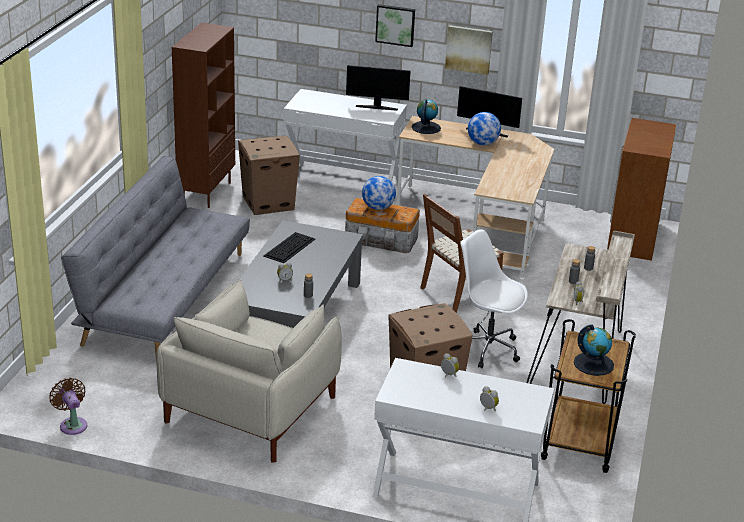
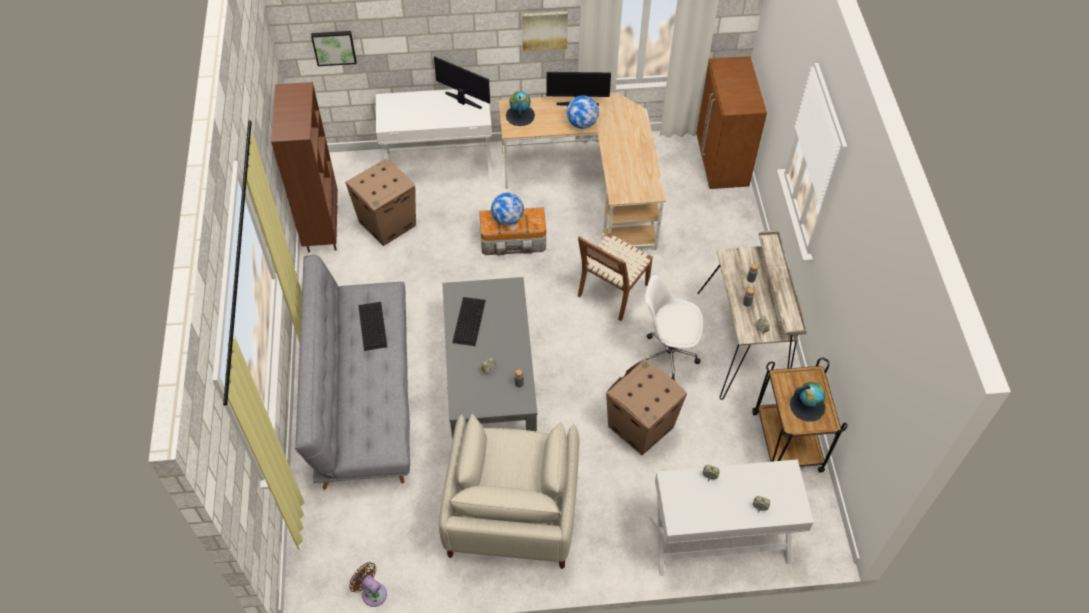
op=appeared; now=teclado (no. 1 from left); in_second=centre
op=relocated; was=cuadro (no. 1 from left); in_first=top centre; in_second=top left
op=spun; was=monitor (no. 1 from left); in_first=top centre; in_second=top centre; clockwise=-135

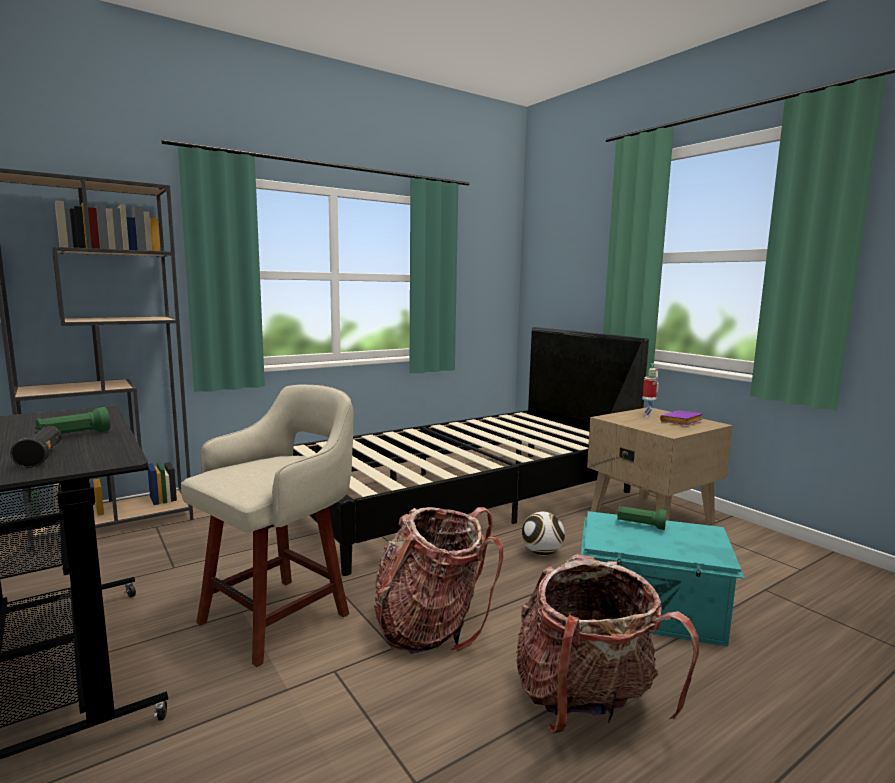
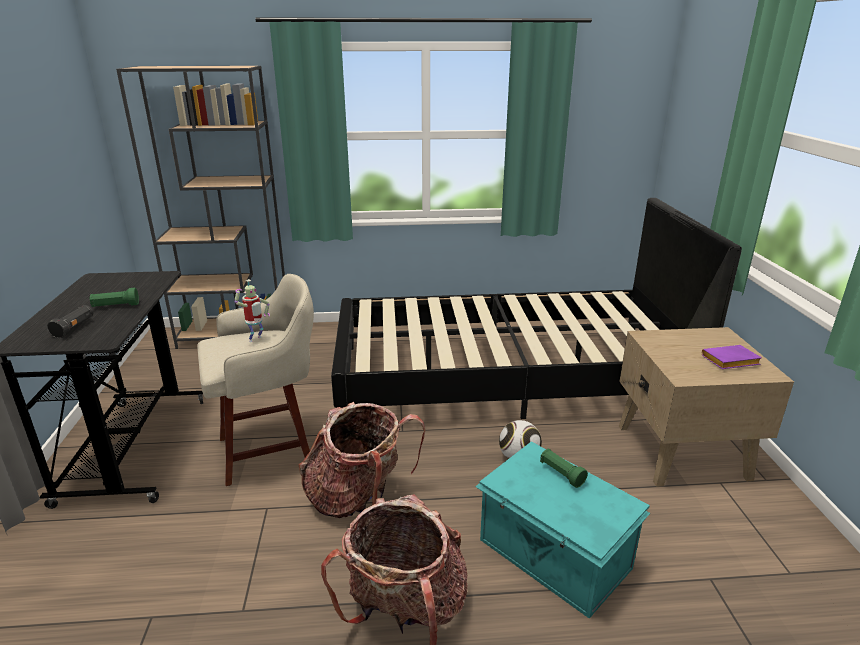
op=relocated; was=robot de juguete; in_first=middle right; in_second=middle left

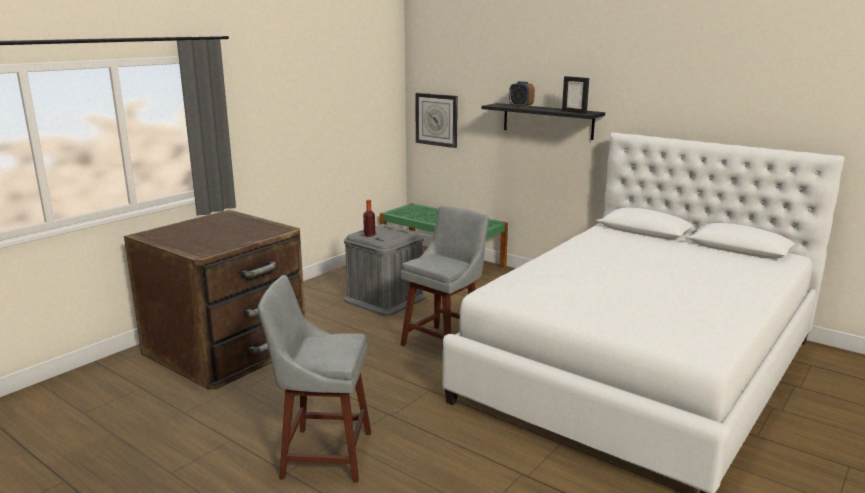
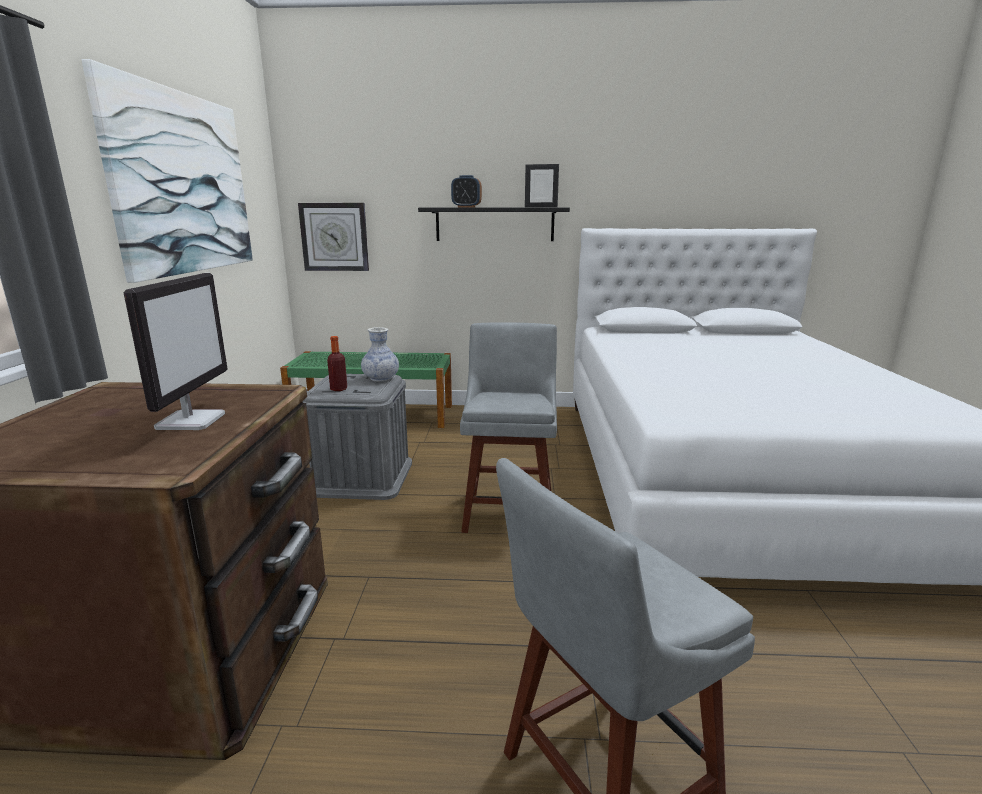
op=appeared; now=cuadro; in_second=top left
op=appeared; now=monitor; in_second=middle left
op=appeared; now=florero; in_second=centre

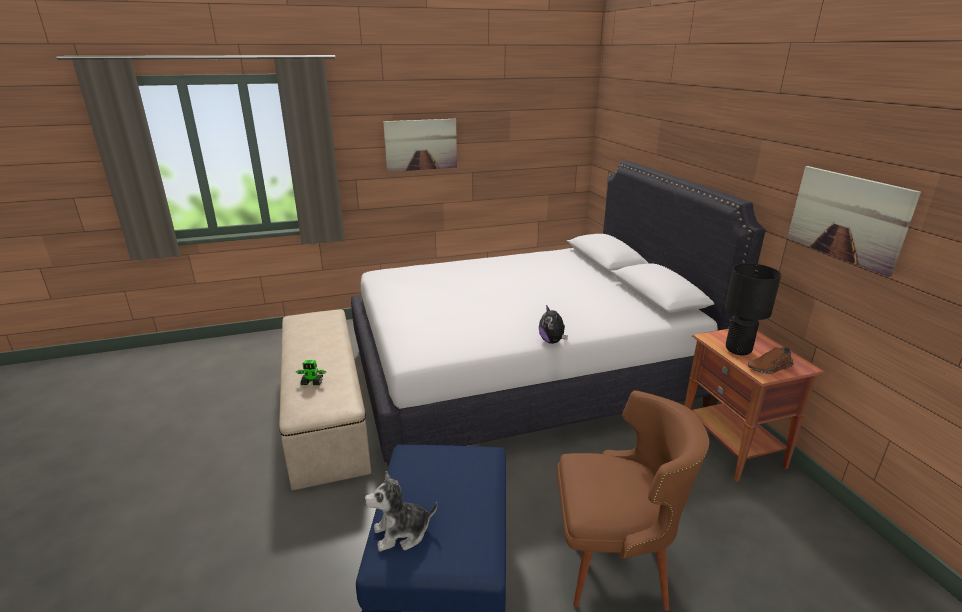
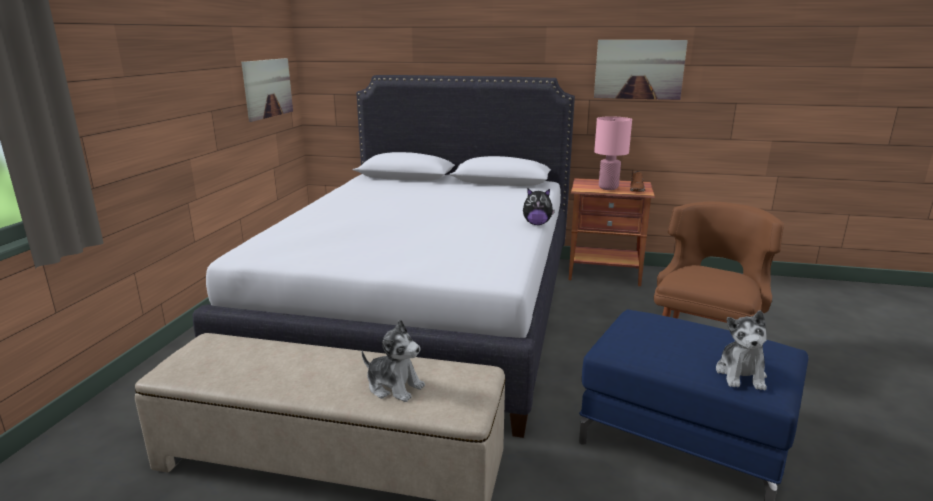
op=relocated; was=cuadro (no. 1 from left); in_first=top centre; in_second=top left
op=exchanged; was=robot de juguete; now=peluche (no. 1 from left); in_first=middle left; in_second=bottom centre
op=colour; was=lámpara de mesa/negro; now=lámpara de mesa/rosa; in_first=middle right; in_second=top centre

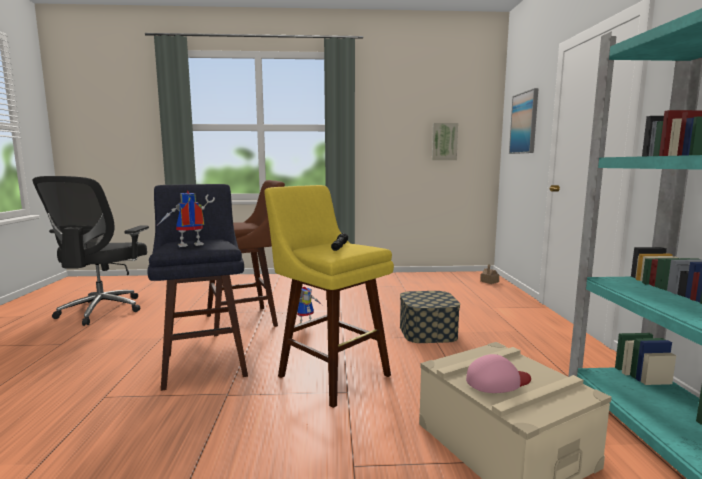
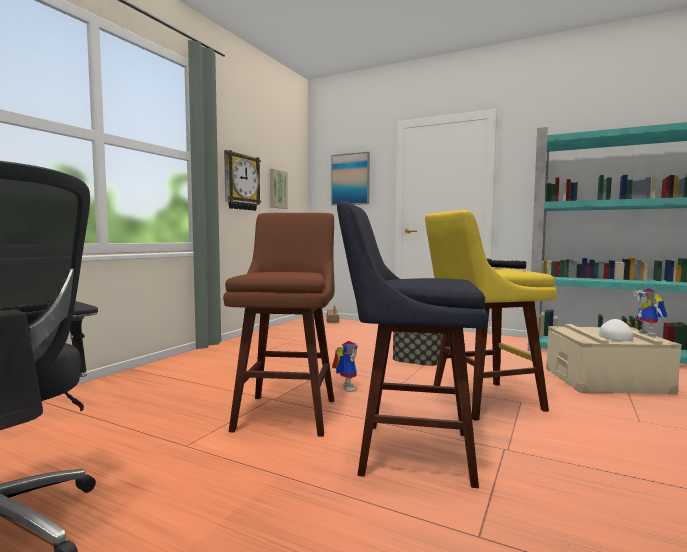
op=appeared; now=reloj de pared; in_second=top centre
op=relocated; was=robot de juguete (no. 1 from left in the first image); now=robot de juguete (no. 2 from left); in_first=middle left; in_second=middle right
op=colour; was=gorra/rosa; now=gorra/blanco; in_first=bottom right; in_second=middle right

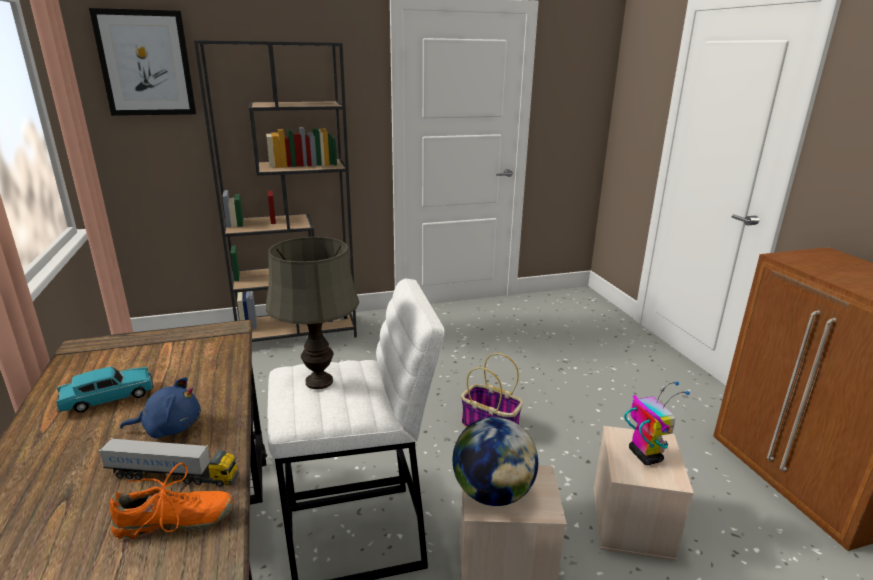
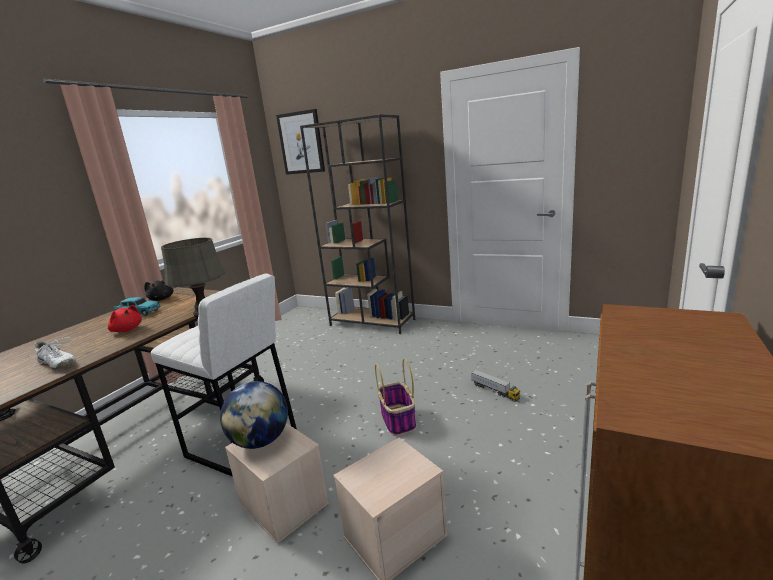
op=missing; was=robot de juguete; in_first=bottom right
op=appeared; now=peluche/negro; in_second=middle left
op=relocated; was=camión de juguete; in_first=bottom left; in_second=centre
op=colour; was=zapato/naranja; now=zapato/blanco; in_first=bottom left; in_second=middle left
op=colour; was=peluche/azul; now=peluche/rojo; in_first=bottom left; in_second=middle left

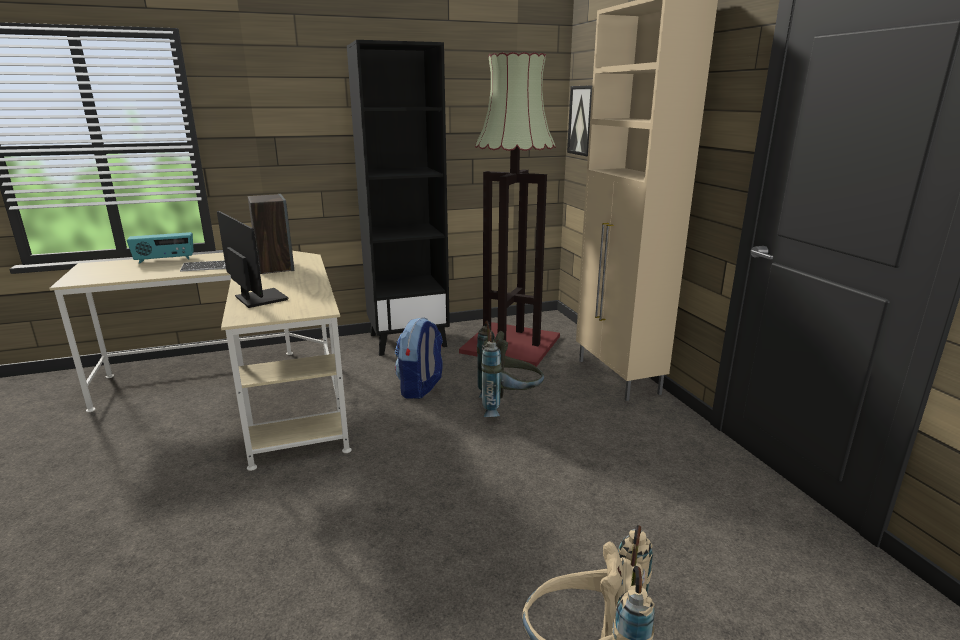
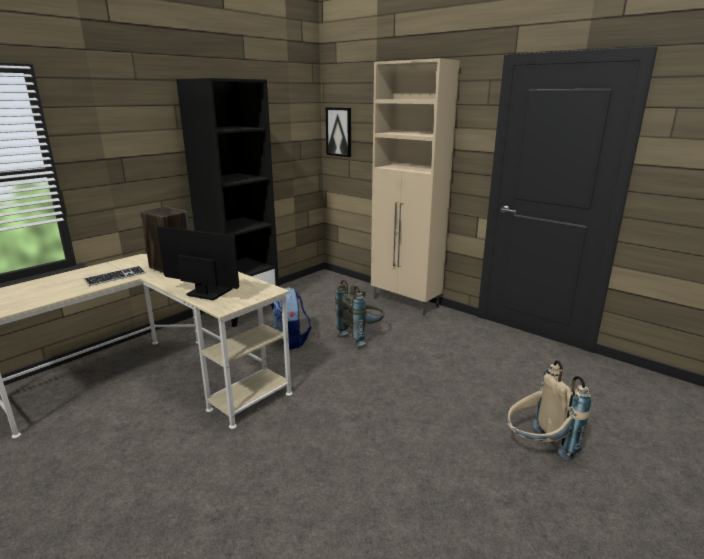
op=missing; was=radio; in_first=middle left
op=missing; was=lámpara de pie; in_first=top centre

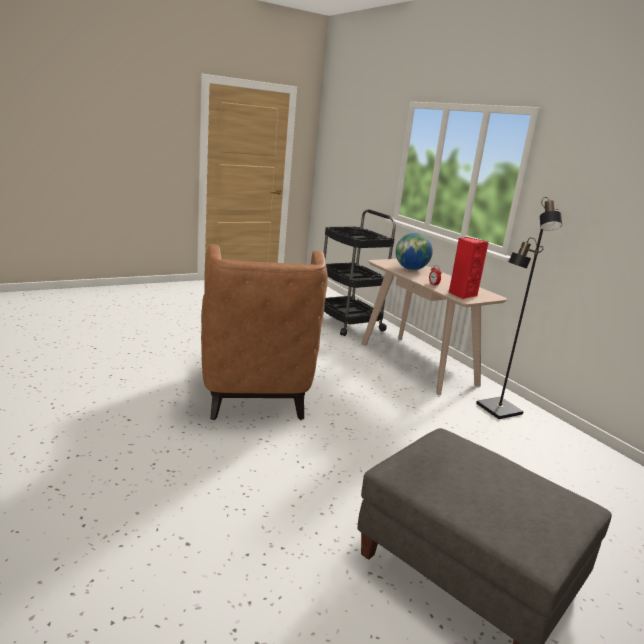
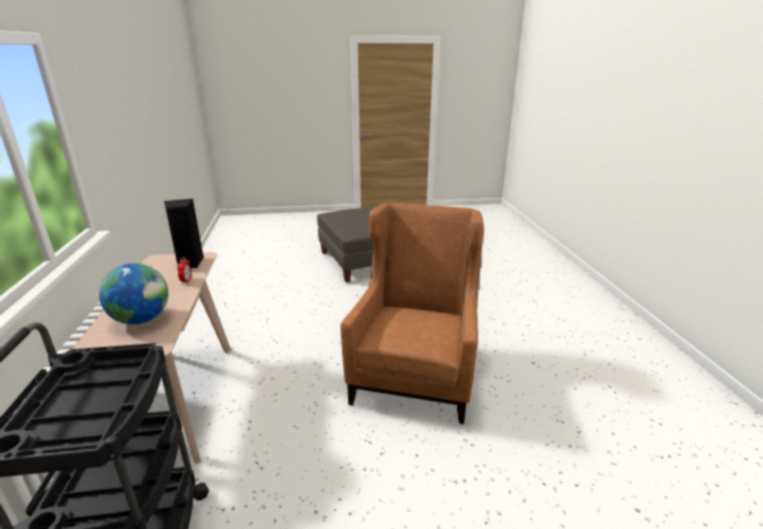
op=missing; was=lámpara de pie/negro; in_first=middle right
op=colour; was=altavoz/rojo; now=altavoz/negro; in_first=middle right; in_second=middle left

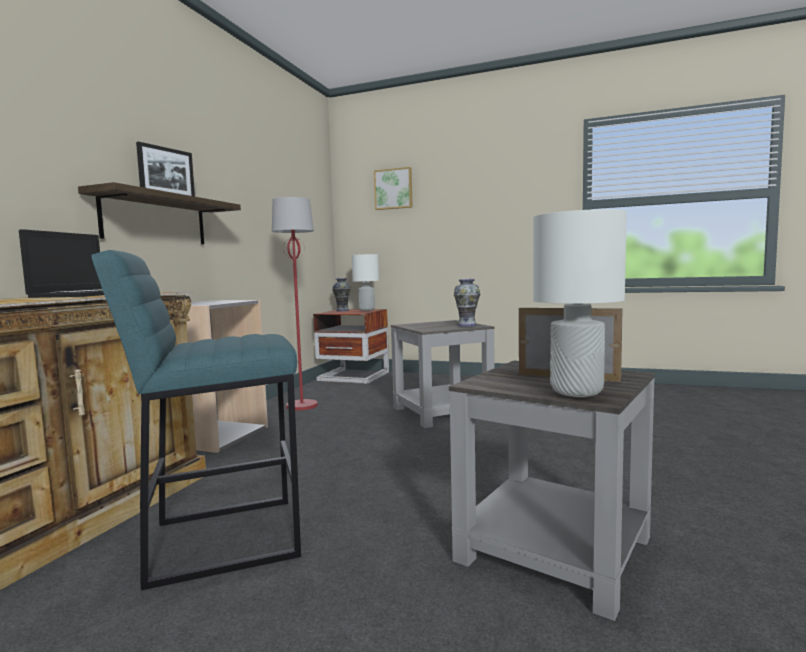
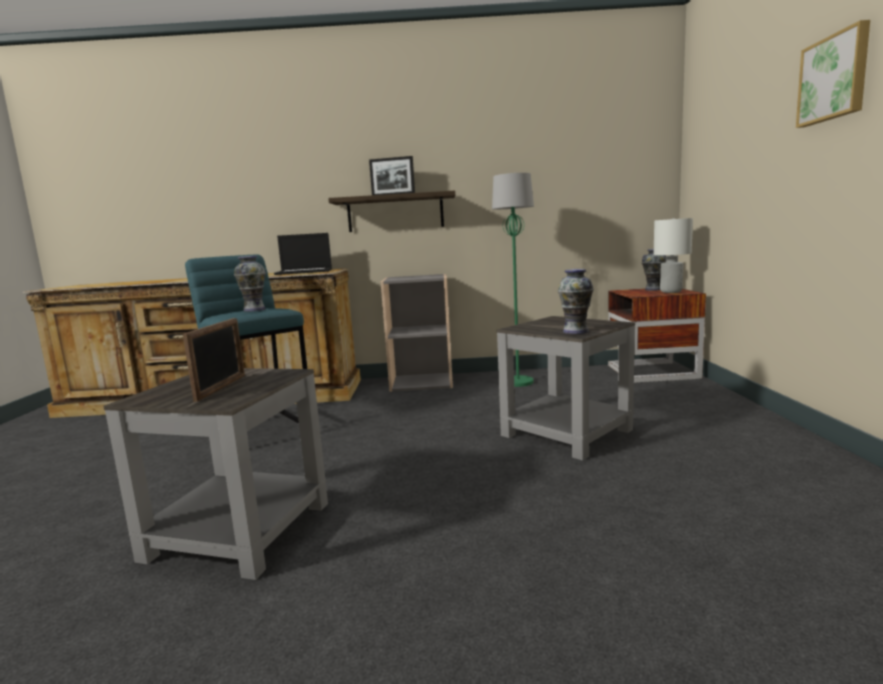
op=missing; was=lámpara de mesa/blanco (no. 2 from left); in_first=middle right
op=appeared; now=florero (no. 1 from left); in_second=middle left
op=relocated; was=cuadro; in_first=top centre; in_second=top right
op=colour; was=lámpara de pie/rojo; now=lámpara de pie/verde; in_first=centre; in_second=centre

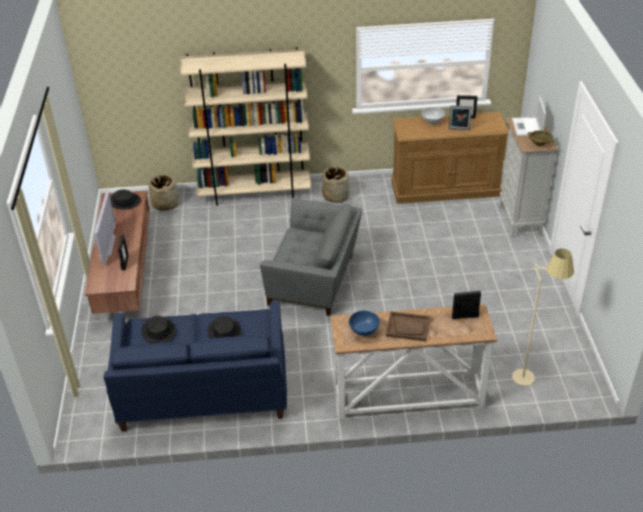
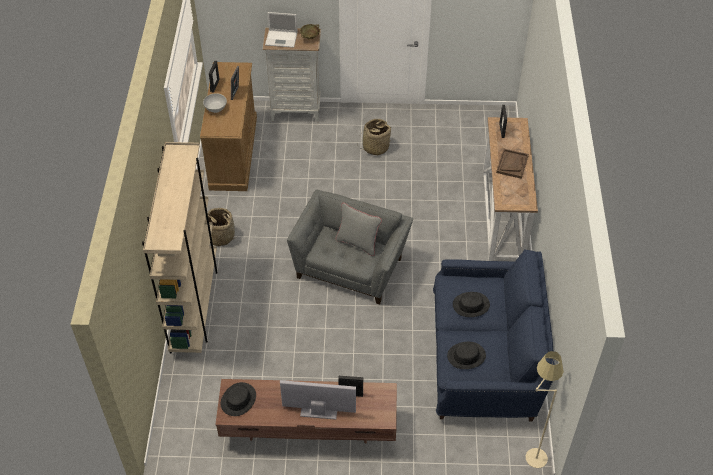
op=missing; was=cuenco/azul; in_first=centre
op=appeared; now=cojín/gris; in_second=centre
op=relocated; was=cesta (no. 1 from left in the first image); now=cesta (no. 2 from left); in_first=middle left; in_second=top centre
op=relocated; was=lámpara de pie/beis; in_first=middle right; in_second=bottom right

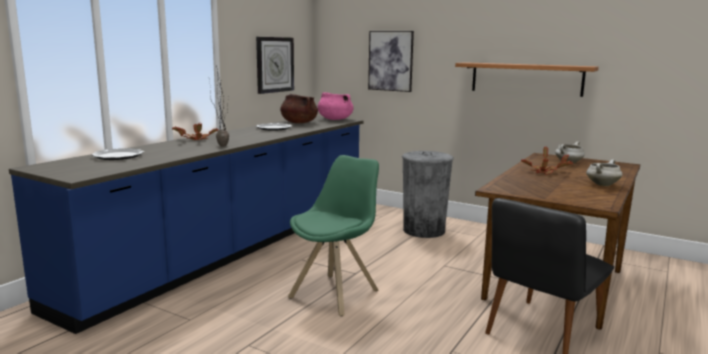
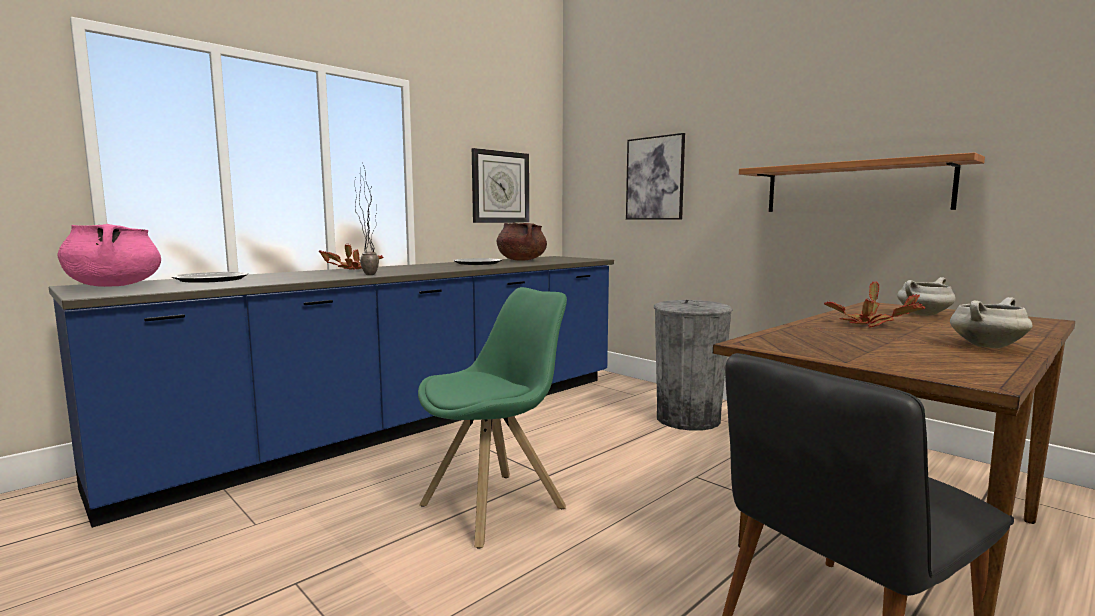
op=relocated; was=olla/rosa; in_first=top centre; in_second=middle left

